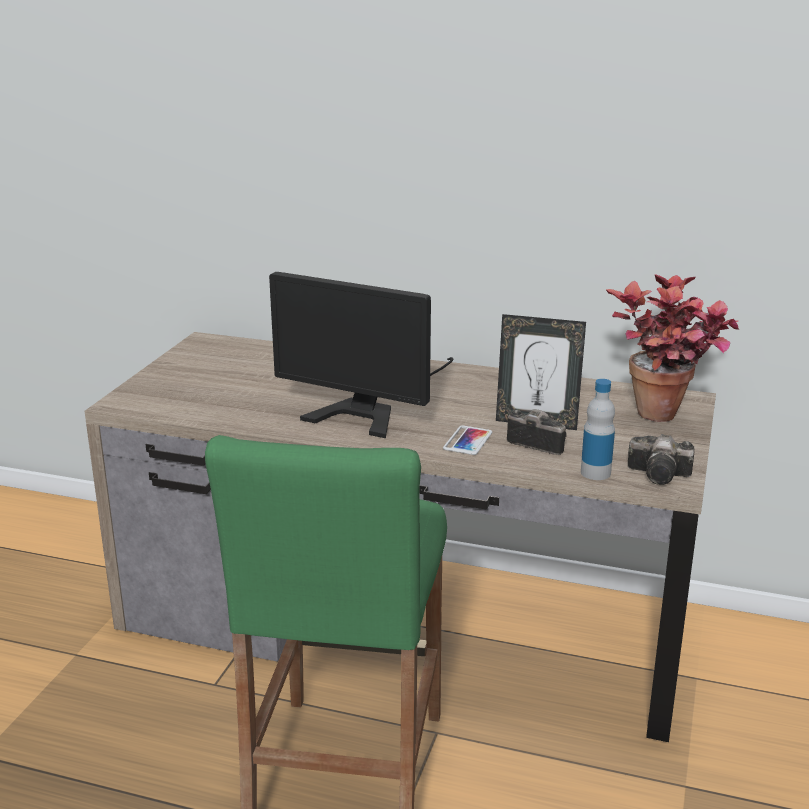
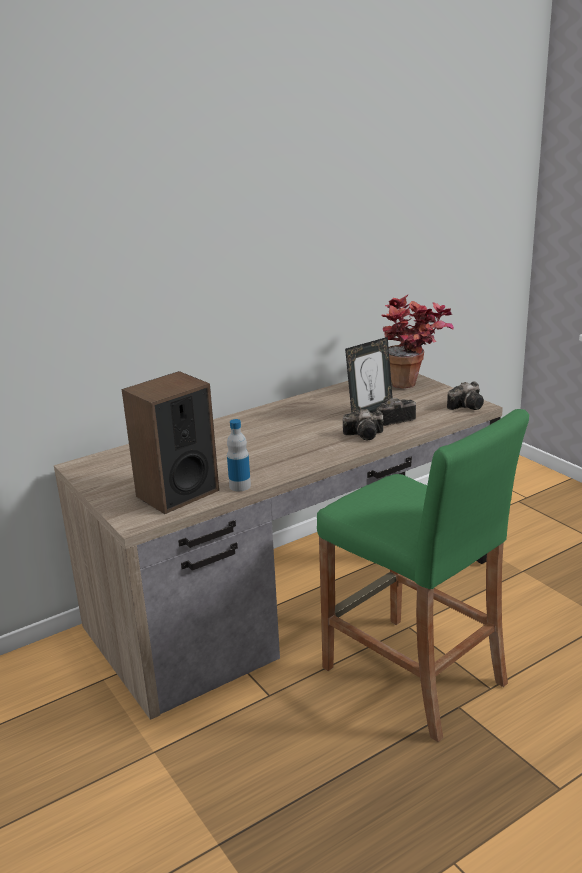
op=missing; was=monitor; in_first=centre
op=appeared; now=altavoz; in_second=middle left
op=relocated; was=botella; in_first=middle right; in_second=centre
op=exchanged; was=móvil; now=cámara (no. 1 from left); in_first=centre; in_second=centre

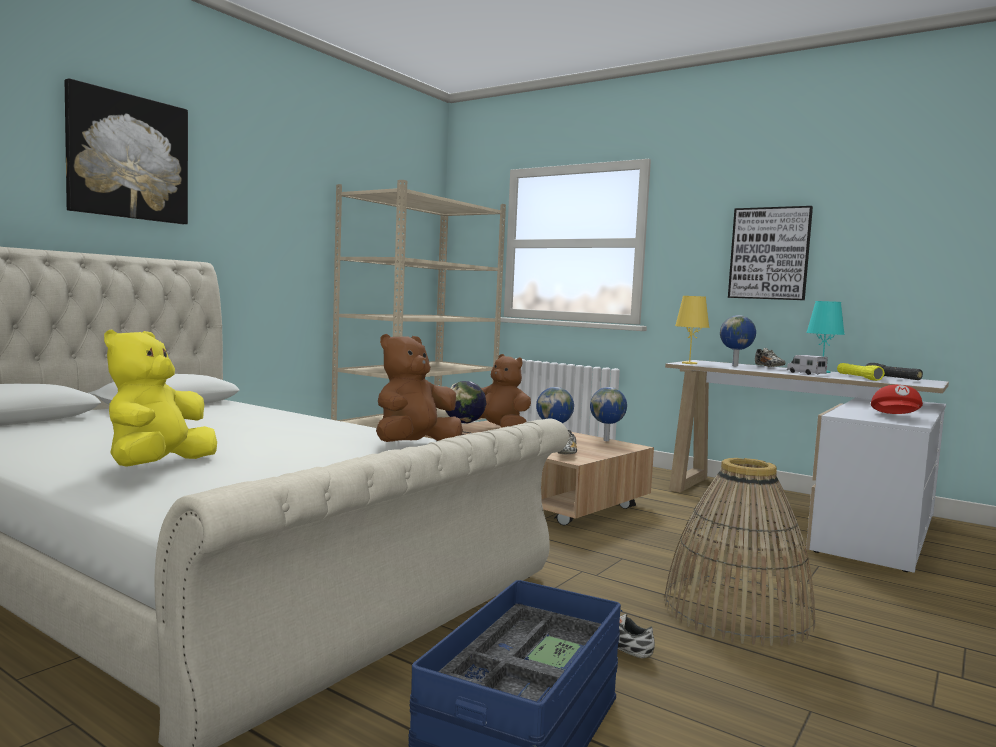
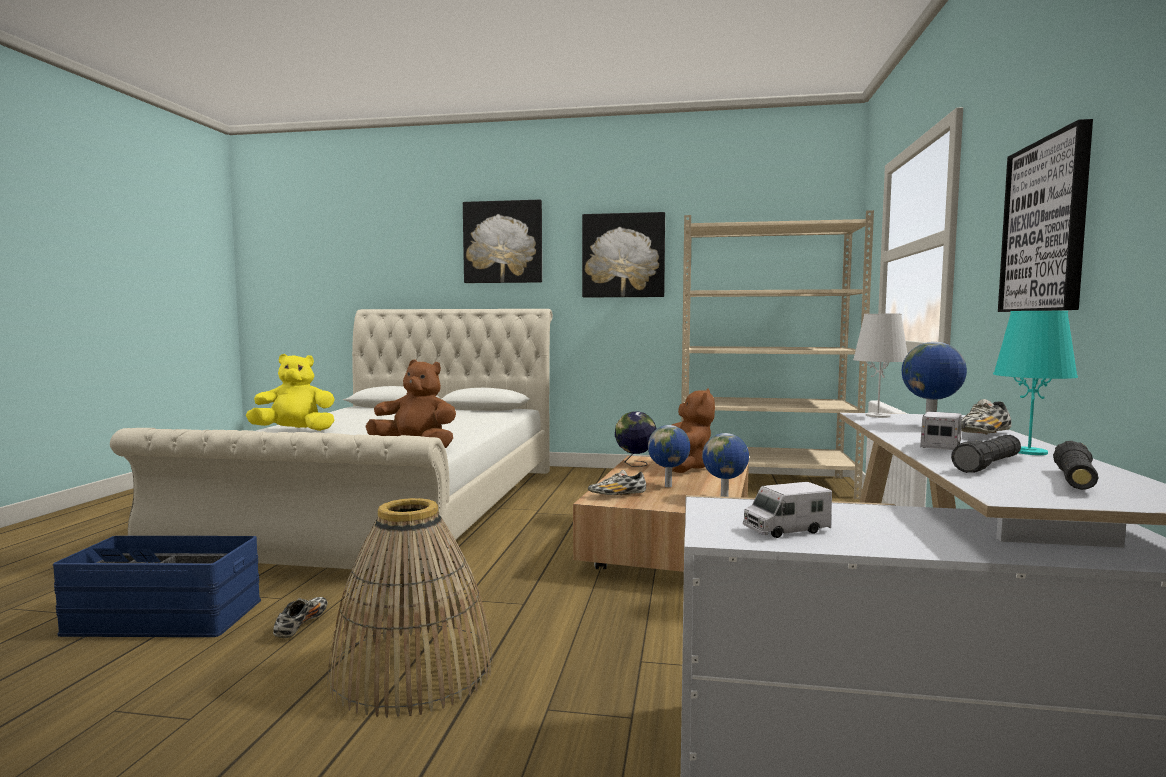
op=appeared; now=cuadro (no. 2 from left); in_second=top centre
op=exchanged; was=gorra/rojo; now=camión de juguete (no. 1 from left); in_first=middle right; in_second=middle right
op=colour; was=lámpara de mesa/amarillo; now=lámpara de mesa/blanco; in_first=middle right; in_second=middle right
op=colour; was=linterna/amarillo; now=linterna/negro (no. 1 from left); in_first=middle right; in_second=middle right

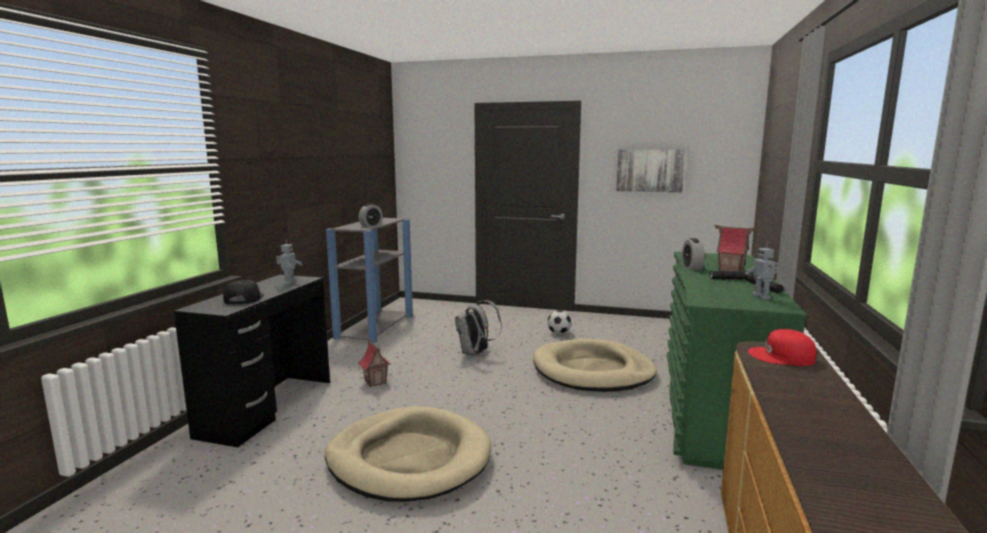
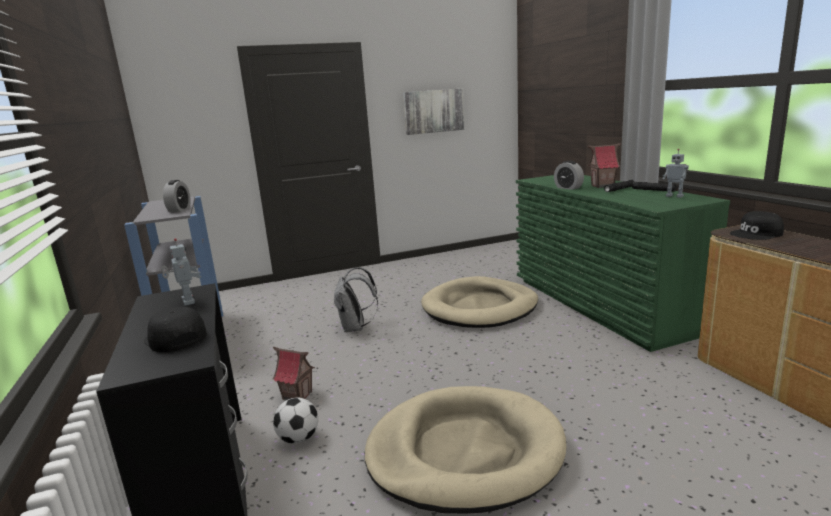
op=relocated; was=balón de fútbol; in_first=centre; in_second=bottom centre
op=colour; was=gorra/rojo; now=gorra/negro (no. 2 from left); in_first=middle right; in_second=middle right

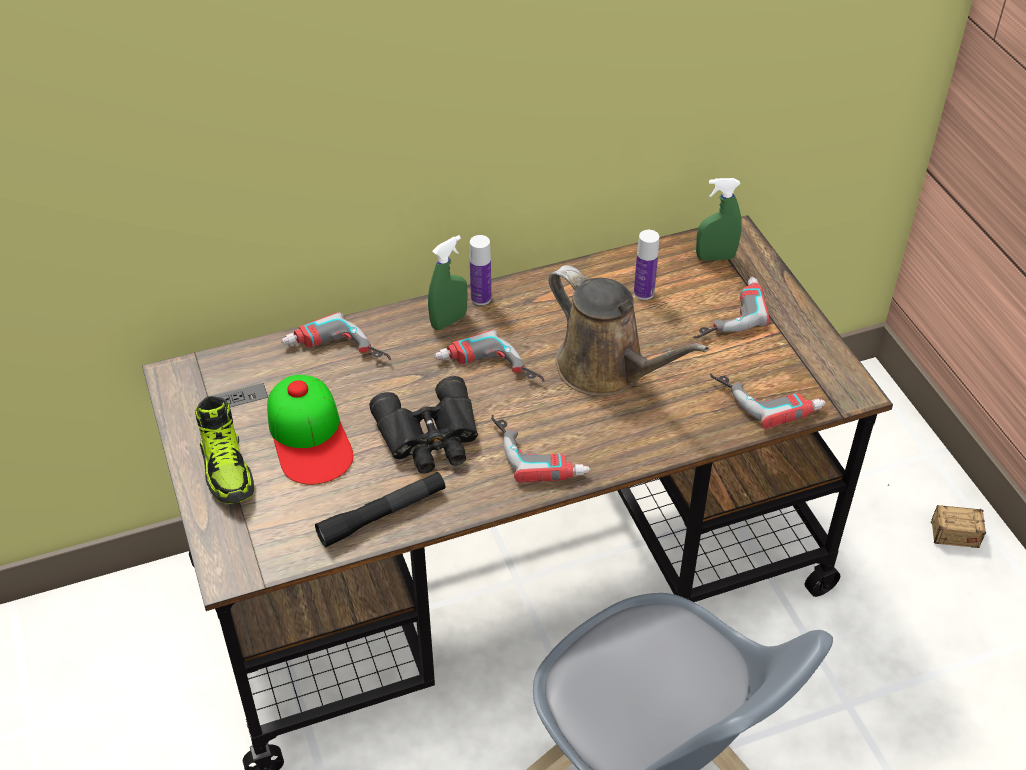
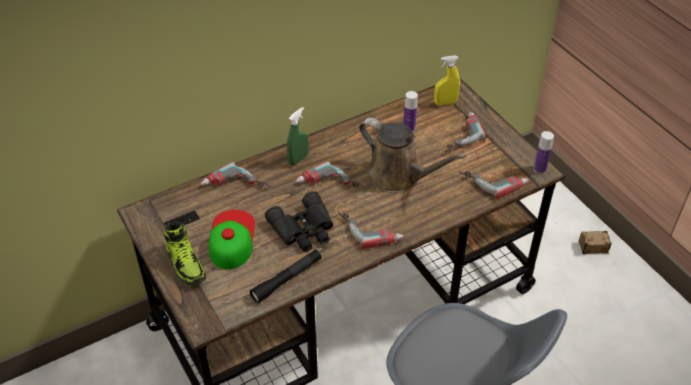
op=relocated; was=botella (no. 1 from left in the first image); now=botella (no. 2 from left); in_first=centre; in_second=middle right
op=colour; was=pulverizador/verde (no. 2 from left); now=pulverizador/amarillo; in_first=top right; in_second=top centre
op=spun; was=gorra; in_first=middle left; in_second=centre; clockwise=-150

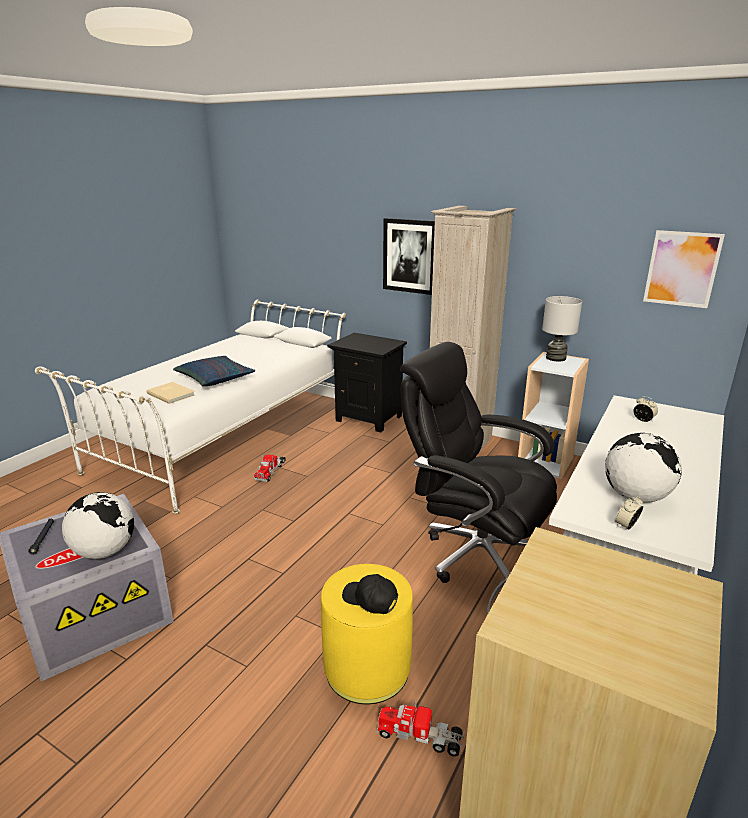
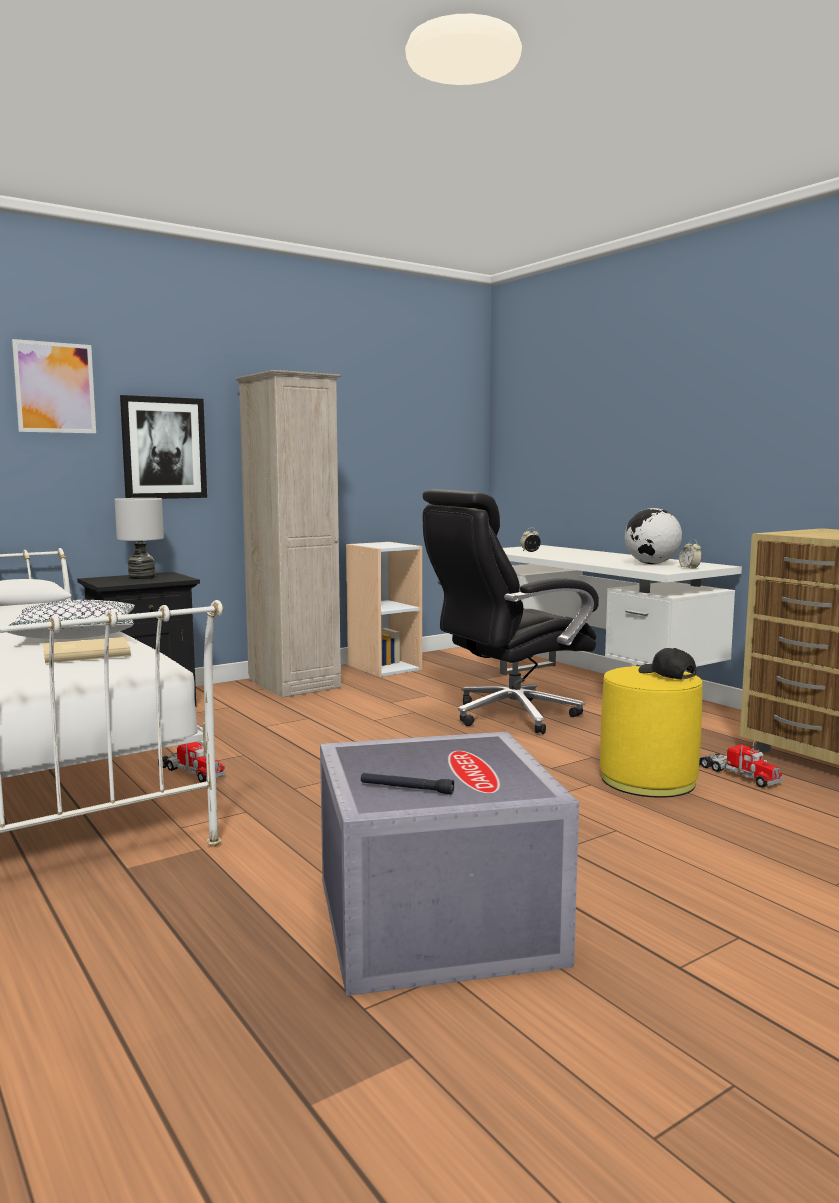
op=missing; was=globo terráqueo (no. 1 from left); in_first=middle left
op=relocated; was=lámpara de mesa/gris; in_first=middle right; in_second=middle left
op=relocated; was=cuadro (no. 2 from left in the first image); now=cuadro (no. 1 from left); in_first=top right; in_second=top left
op=colour; was=cojín/azul; now=cojín/blanco; in_first=middle left; in_second=middle left
op=spun; was=gorra/negro; in_first=bottom centre; in_second=middle right; clockwise=90
op=spun; was=camión de juguete (no. 2 from left); in_first=bottom centre; in_second=middle right; clockwise=-75

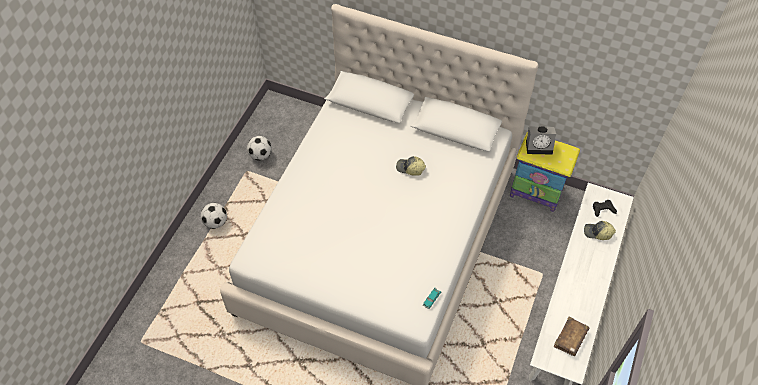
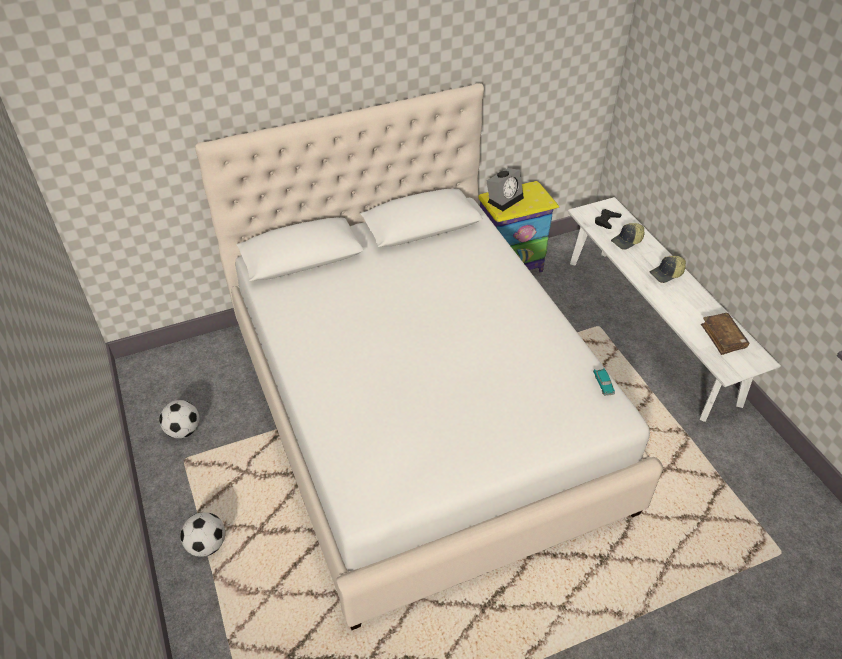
op=relocated; was=gorra (no. 1 from left in the first image); now=gorra (no. 2 from left); in_first=centre; in_second=middle right

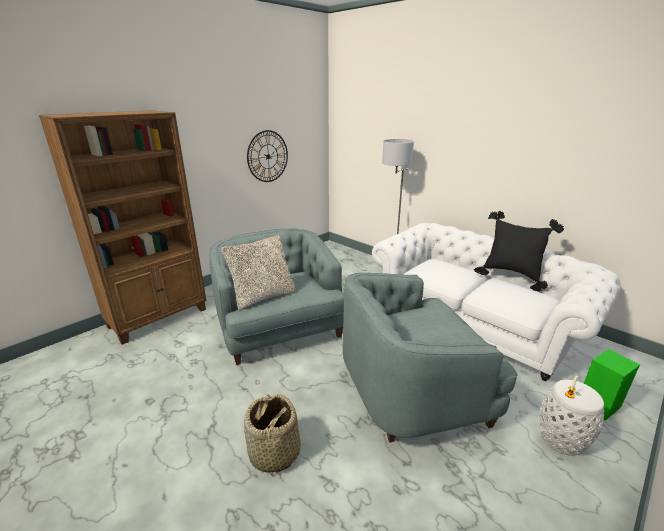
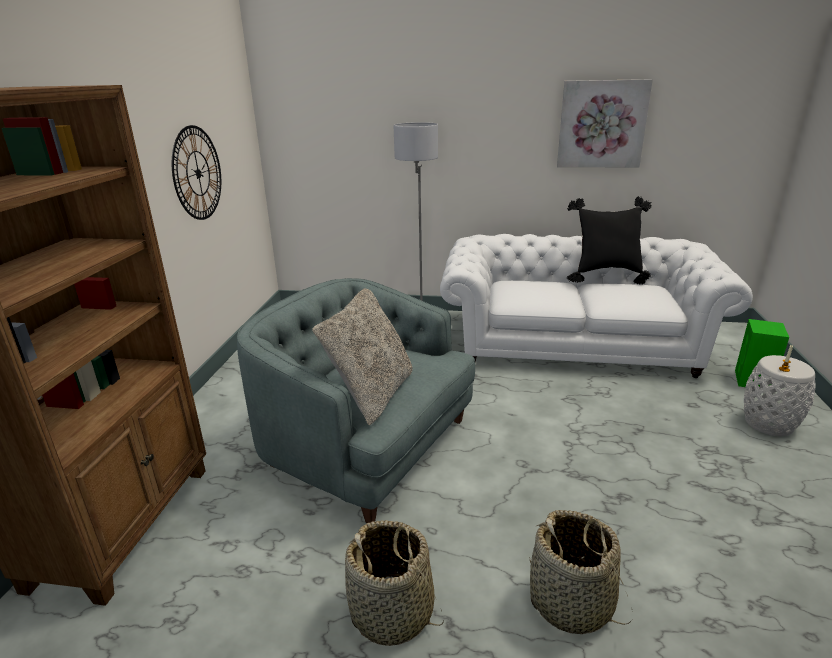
op=missing; was=sillón/gris (no. 2 from left); in_first=bottom centre
op=appeared; now=cesta (no. 1 from left); in_second=bottom centre
op=appeared; now=cuadro; in_second=top right

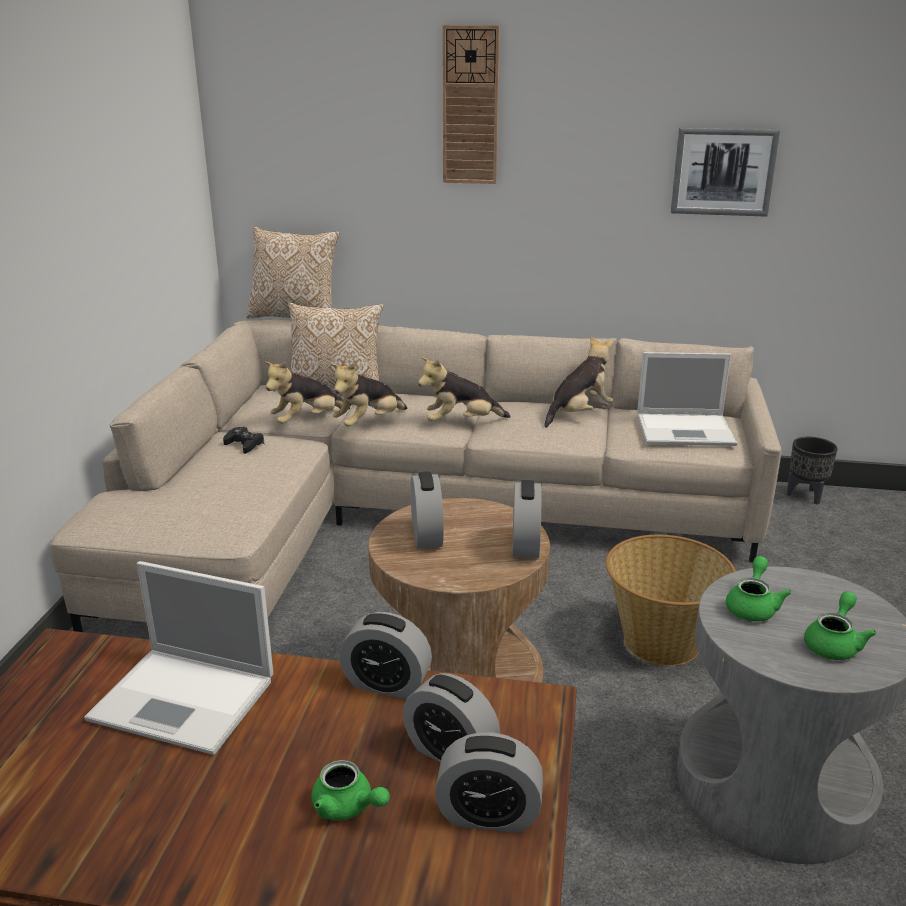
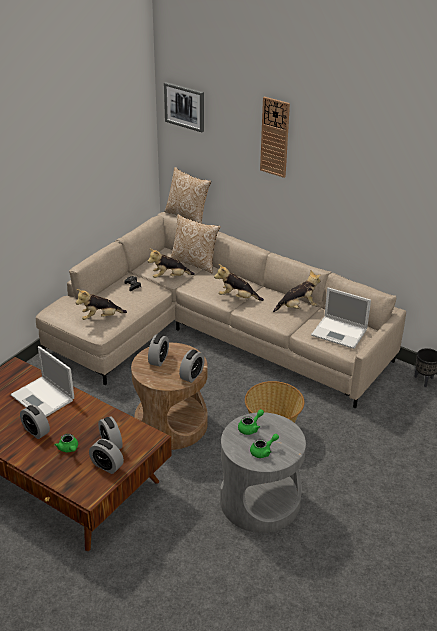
op=relocated; was=peluche (no. 2 from left in the first image); now=peluche (no. 1 from left); in_first=centre; in_second=middle left
op=relocated; was=despertador (no. 1 from left); in_first=bottom centre; in_second=bottom left
op=relocated; was=cuadro; in_first=top right; in_second=top centre

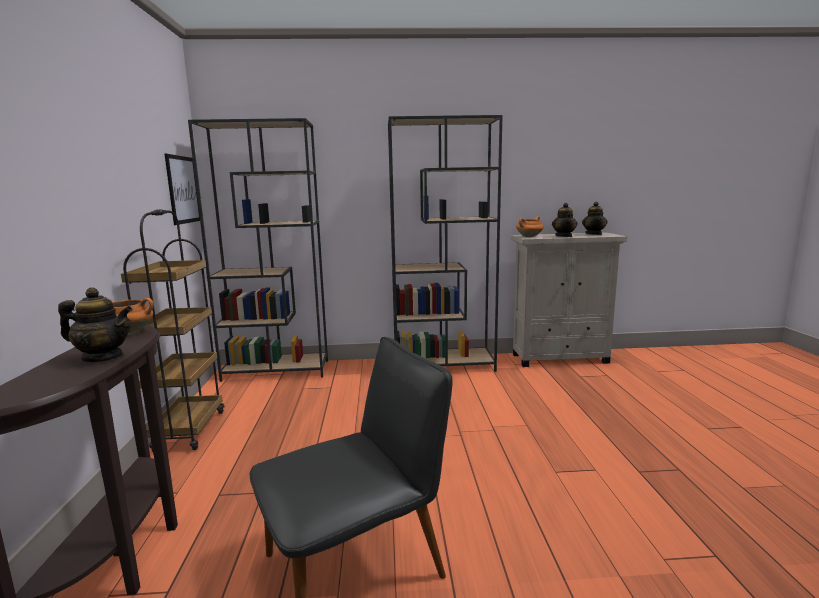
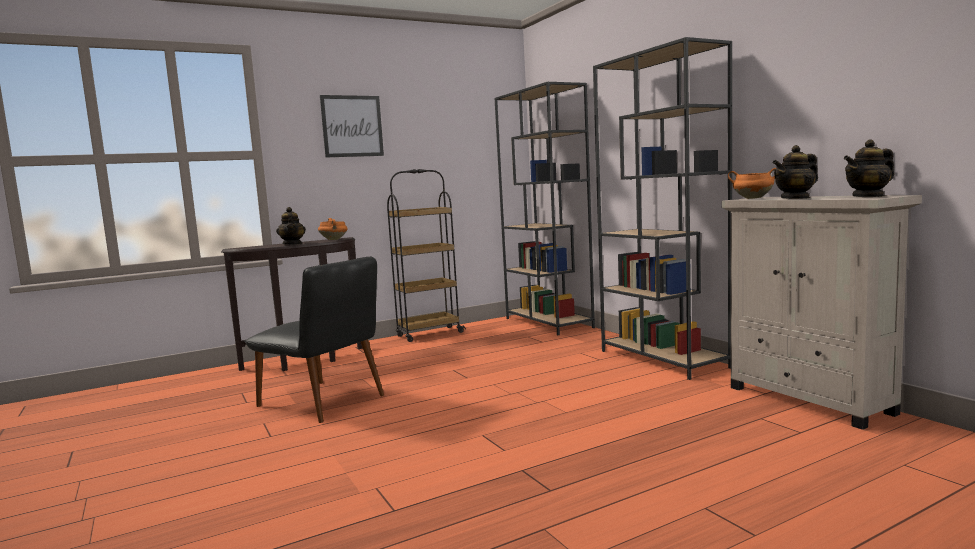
op=relocated; was=cuadro; in_first=top left; in_second=top centre

